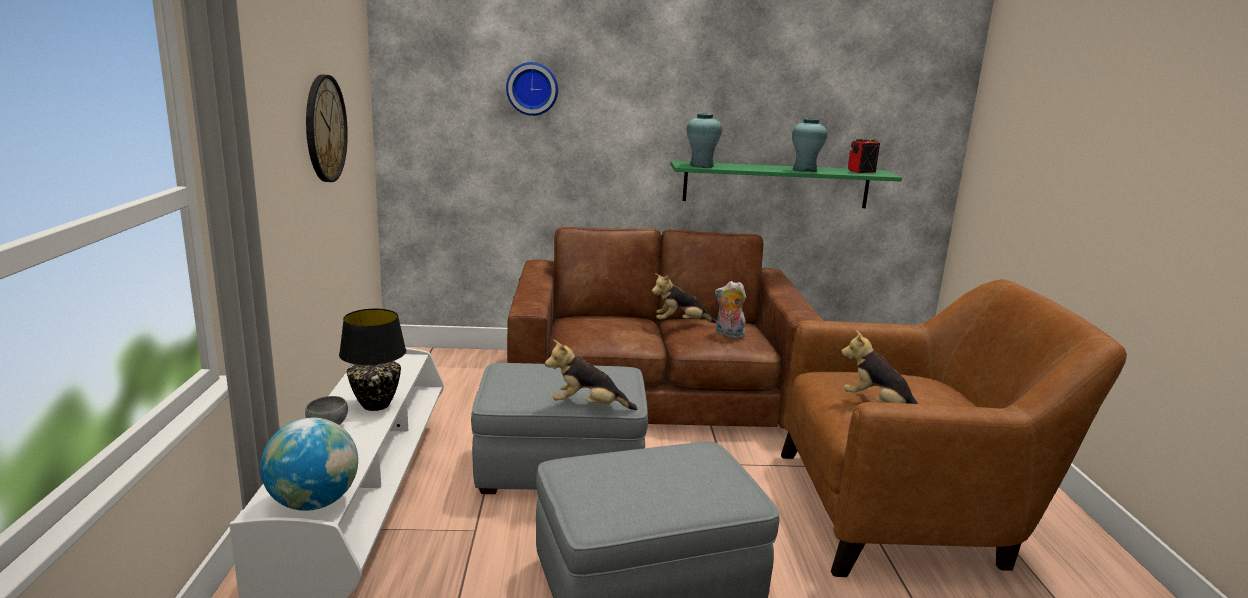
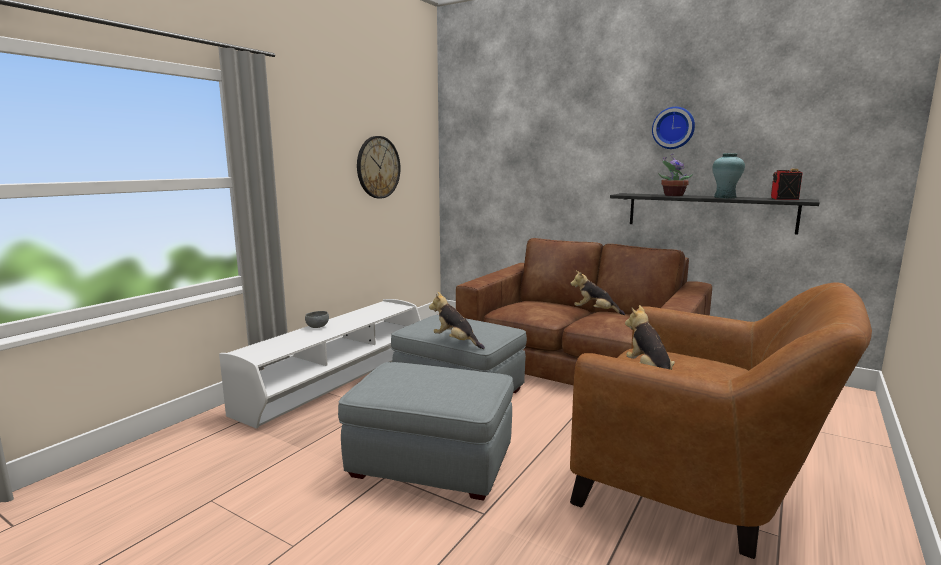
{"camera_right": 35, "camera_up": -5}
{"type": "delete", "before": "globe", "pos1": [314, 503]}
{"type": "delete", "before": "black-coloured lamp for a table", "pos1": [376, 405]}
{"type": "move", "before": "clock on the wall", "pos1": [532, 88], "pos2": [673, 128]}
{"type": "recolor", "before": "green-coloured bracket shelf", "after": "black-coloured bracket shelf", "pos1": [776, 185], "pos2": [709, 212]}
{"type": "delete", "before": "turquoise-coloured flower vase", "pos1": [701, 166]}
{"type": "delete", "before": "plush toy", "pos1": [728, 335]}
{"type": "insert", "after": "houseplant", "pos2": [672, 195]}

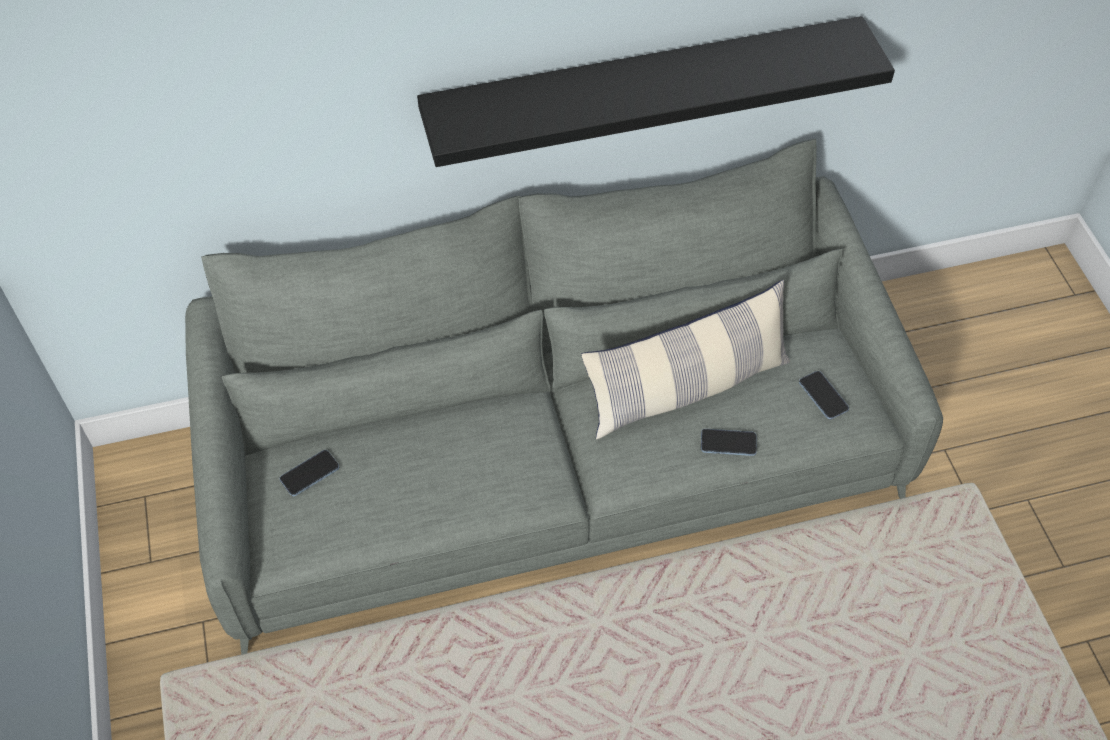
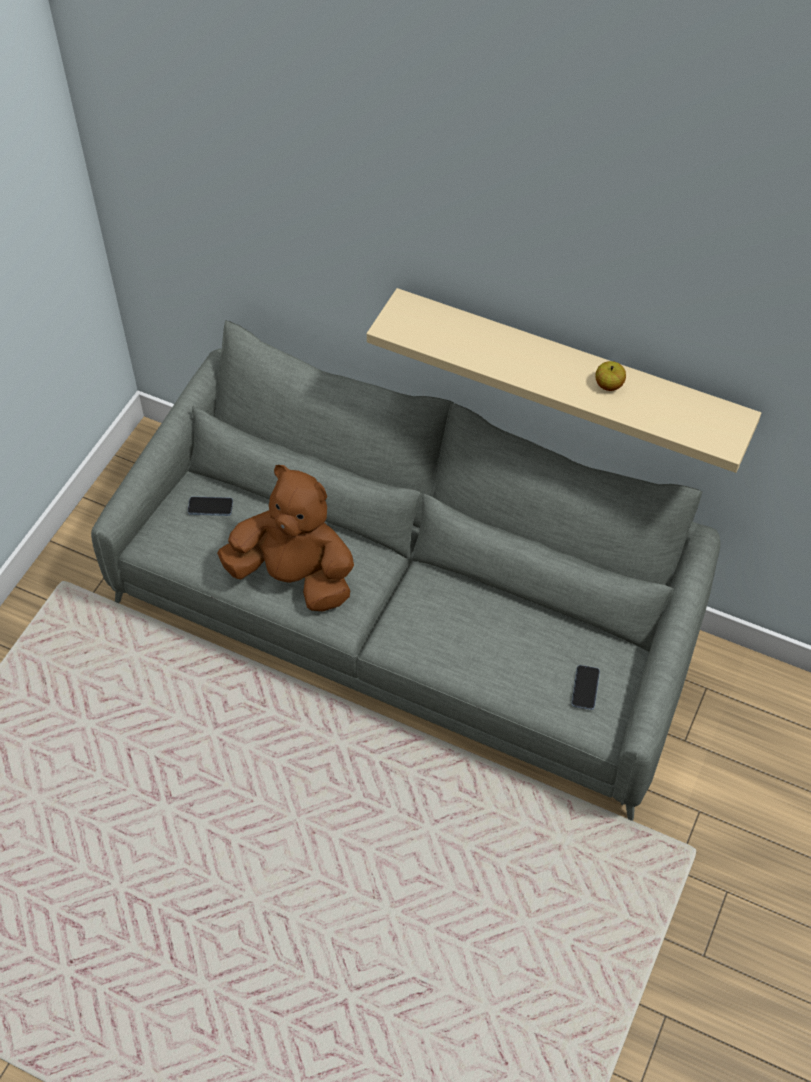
{"camera_right": 40, "camera_up": 0}
{"type": "recolor", "before": "black-coloured bracket shelf", "after": "beige bracket shelf", "pos1": [642, 89], "pos2": [569, 374]}
{"type": "delete", "before": "throw pillow", "pos1": [687, 388]}
{"type": "delete", "before": "handset", "pos1": [728, 443]}
{"type": "insert", "after": "brown-coloured plush toy", "pos2": [294, 577]}
{"type": "insert", "after": "apple fruit", "pos2": [609, 385]}

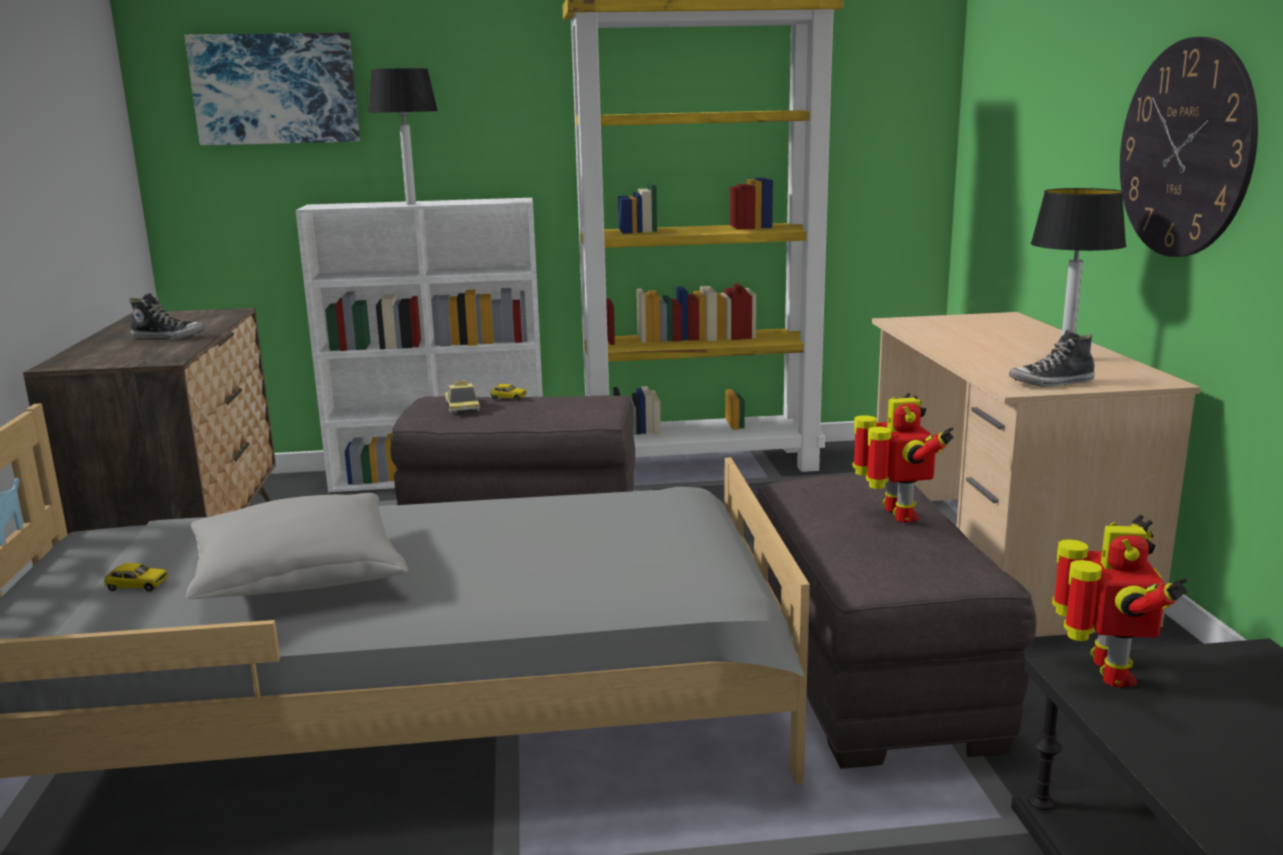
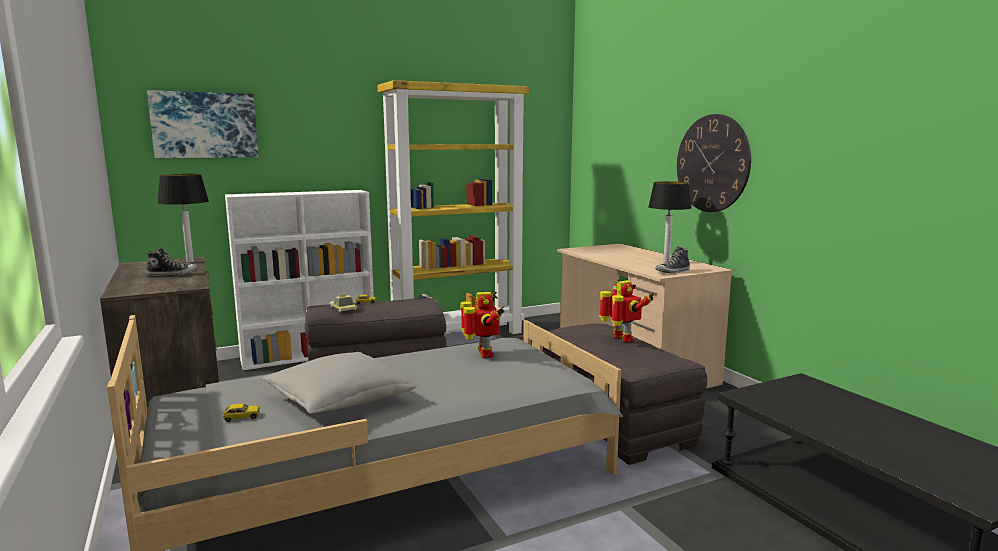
{"camera_right": -20, "camera_up": -5}
{"type": "move", "before": "lamp for a table", "pos1": [411, 203], "pos2": [190, 262]}
{"type": "move", "before": "toy robot", "pos1": [1107, 673], "pos2": [484, 354]}

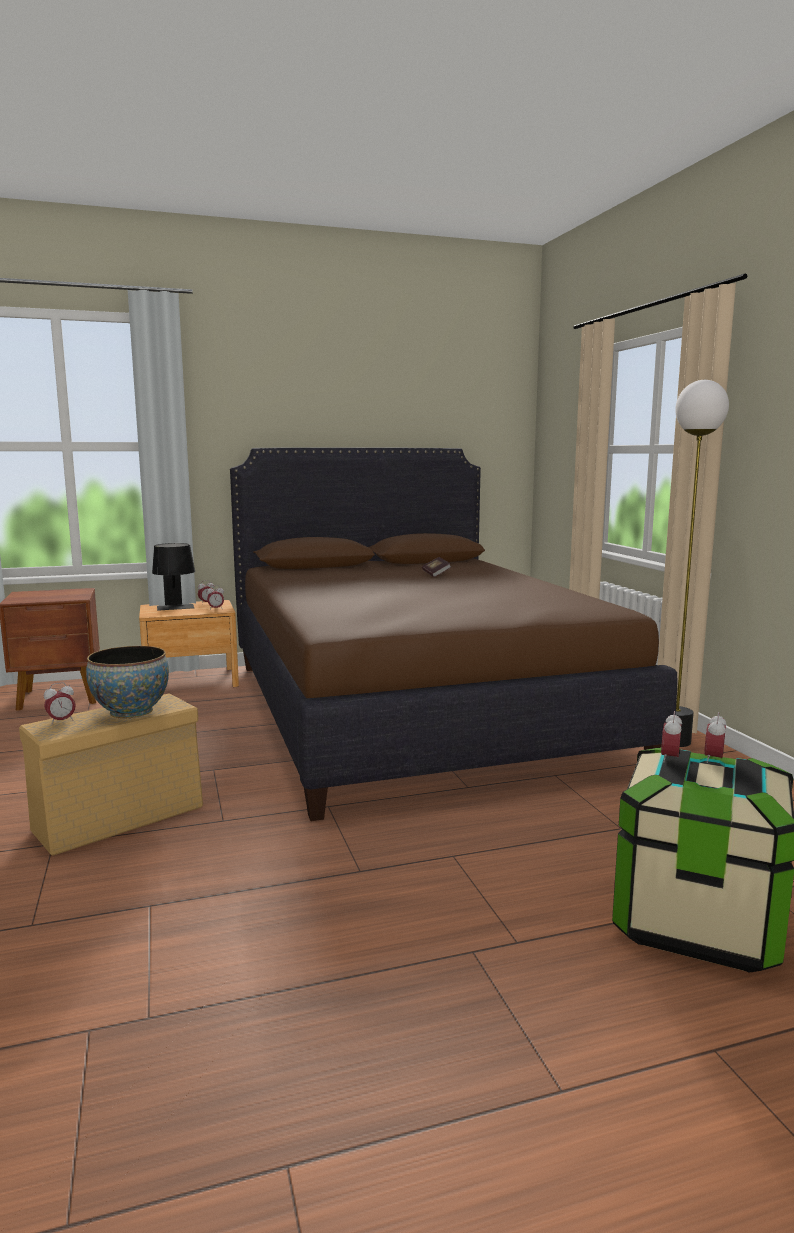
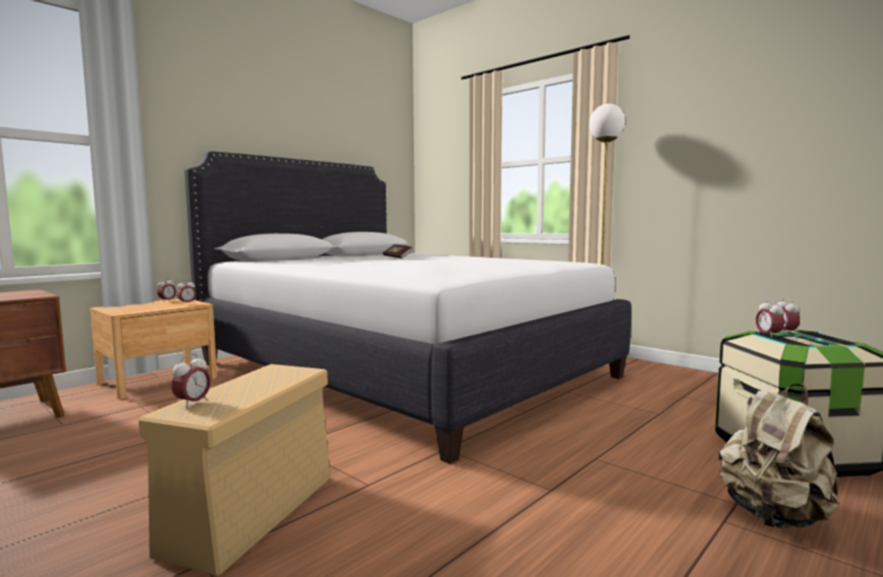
{"camera_right": -30, "camera_up": -5}
{"type": "delete", "before": "deep dish", "pos1": [131, 712]}
{"type": "delete", "before": "black-coloured lamp for a table", "pos1": [176, 608]}
{"type": "recolor", "before": "brown-coloured bedroom bed", "after": "white-coloured bedroom bed", "pos1": [412, 709], "pos2": [401, 370]}
{"type": "insert", "after": "beige knapsack", "pos2": [775, 516]}

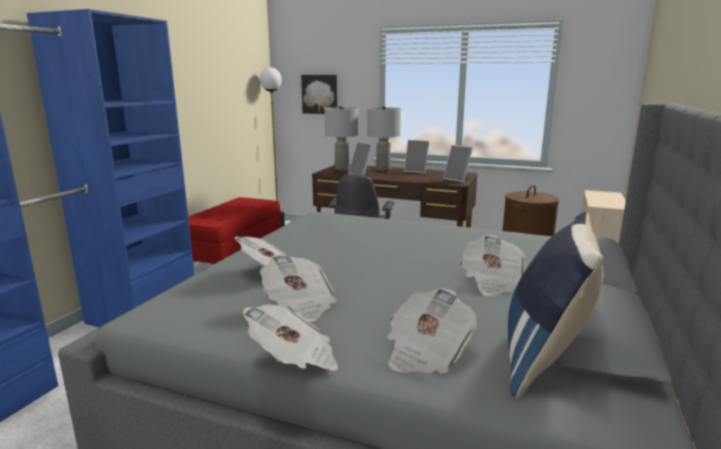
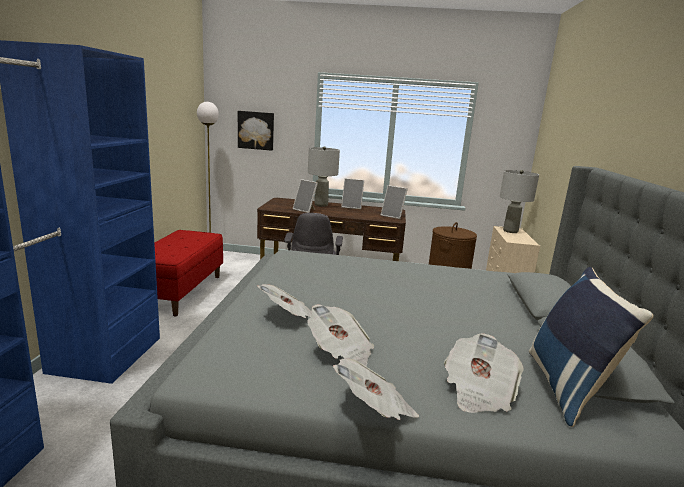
{"camera_right": -15, "camera_up": 0}
{"type": "move", "before": "grey lamp for a table", "pos1": [341, 169], "pos2": [510, 231]}
{"type": "delete", "before": "daily paper", "pos1": [492, 282]}

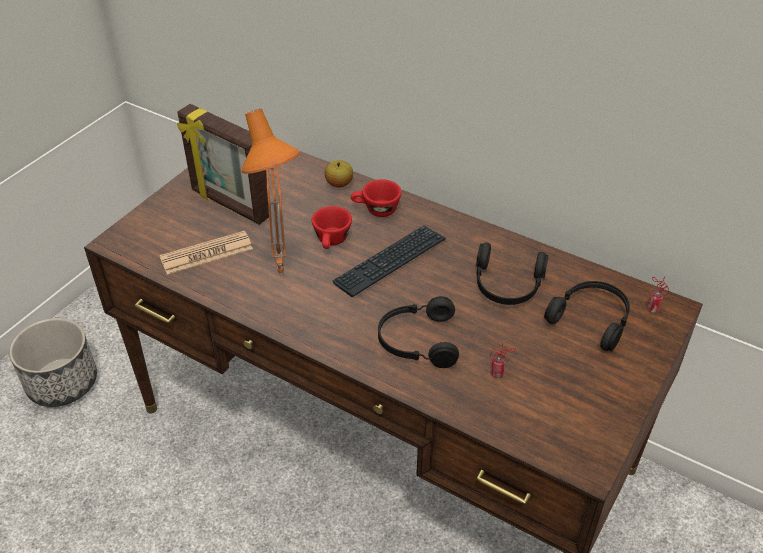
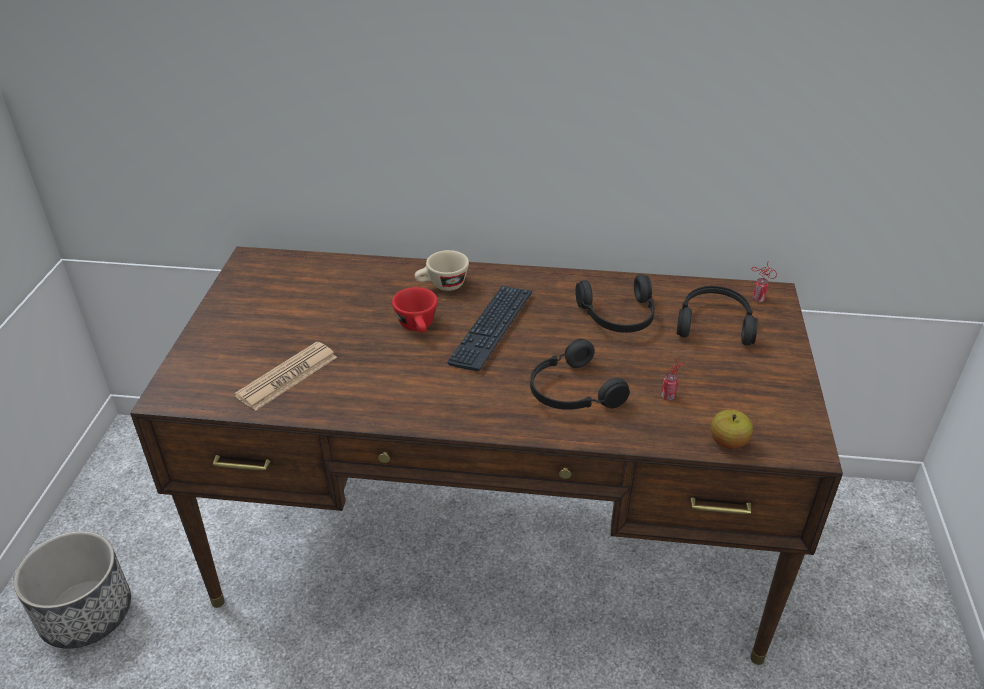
{"camera_right": -25, "camera_up": -5}
{"type": "delete", "before": "photo frame", "pos1": [229, 204]}
{"type": "delete", "before": "orange-coloured lamp for a table", "pos1": [285, 274]}
{"type": "move", "before": "apple fruit", "pos1": [339, 184], "pos2": [728, 442]}
{"type": "recolor", "before": "reddish cup", "after": "beige cup", "pos1": [376, 210], "pos2": [442, 285]}

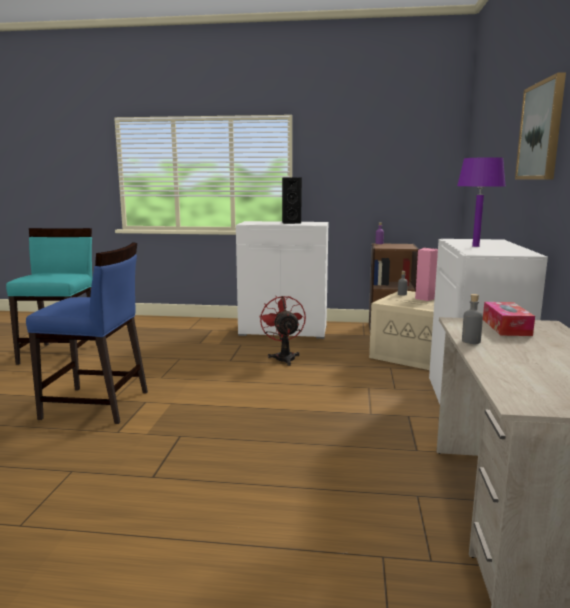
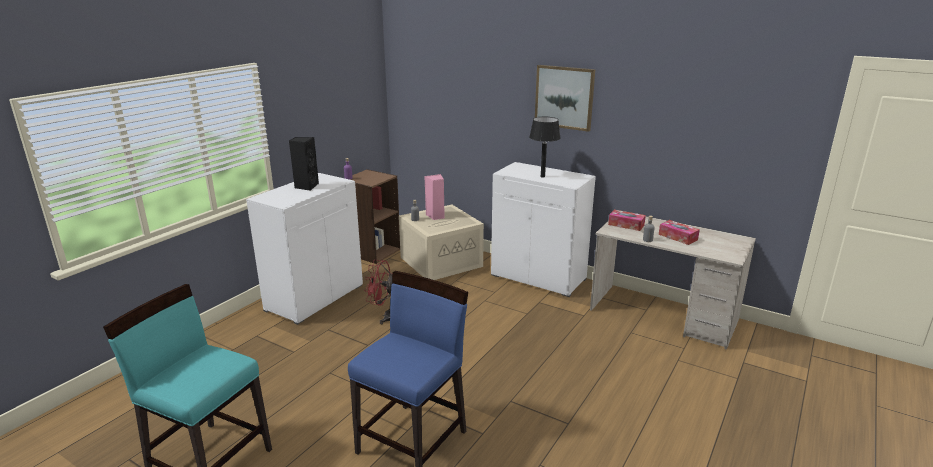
{"camera_right": -65, "camera_up": 10}
{"type": "recolor", "before": "purplish lamp for a table", "after": "black-coloured lamp for a table", "pos1": [475, 246], "pos2": [542, 176]}
{"type": "insert", "after": "box of tissues", "pos2": [678, 237]}

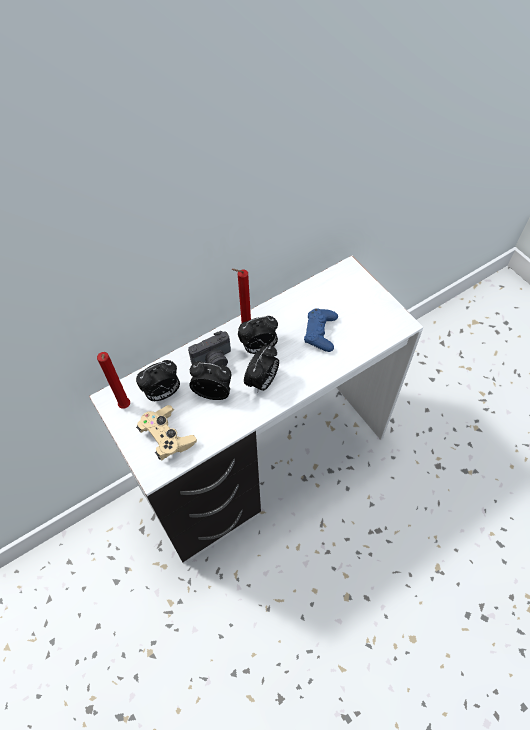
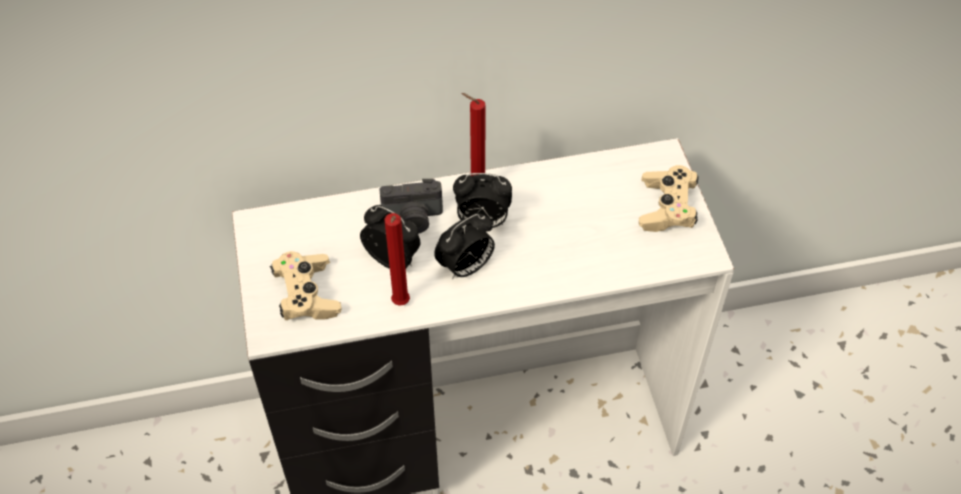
{"camera_right": 20, "camera_up": -5}
{"type": "move", "before": "reddish candle", "pos1": [125, 407], "pos2": [400, 305]}
{"type": "delete", "before": "bedside clock", "pos1": [162, 393]}
{"type": "delete", "before": "blue-coloured gamepad", "pos1": [320, 333]}
{"type": "insert", "after": "beige gamepad", "pos2": [667, 208]}

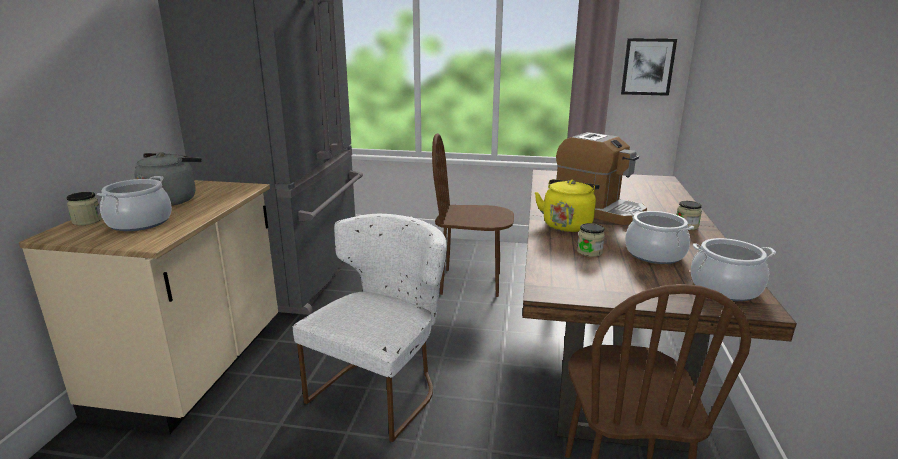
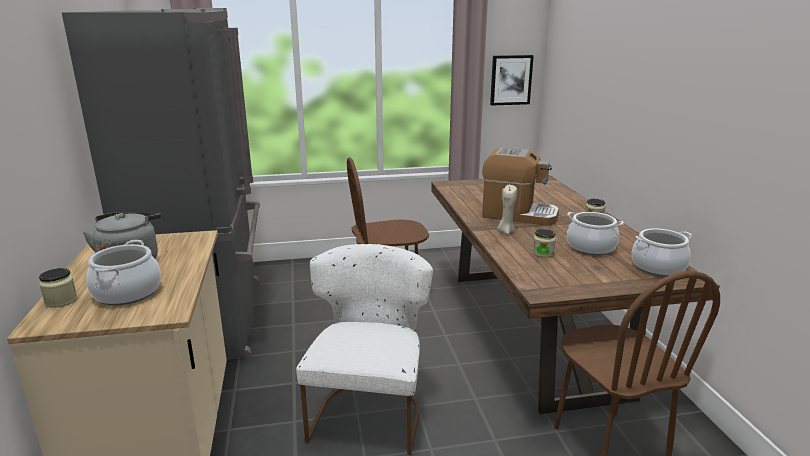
{"camera_right": -20, "camera_up": 0}
{"type": "replace", "before": "yellow-coloured tea kettle", "after": "beige candle", "pos1": [567, 224], "pos2": [506, 231]}

